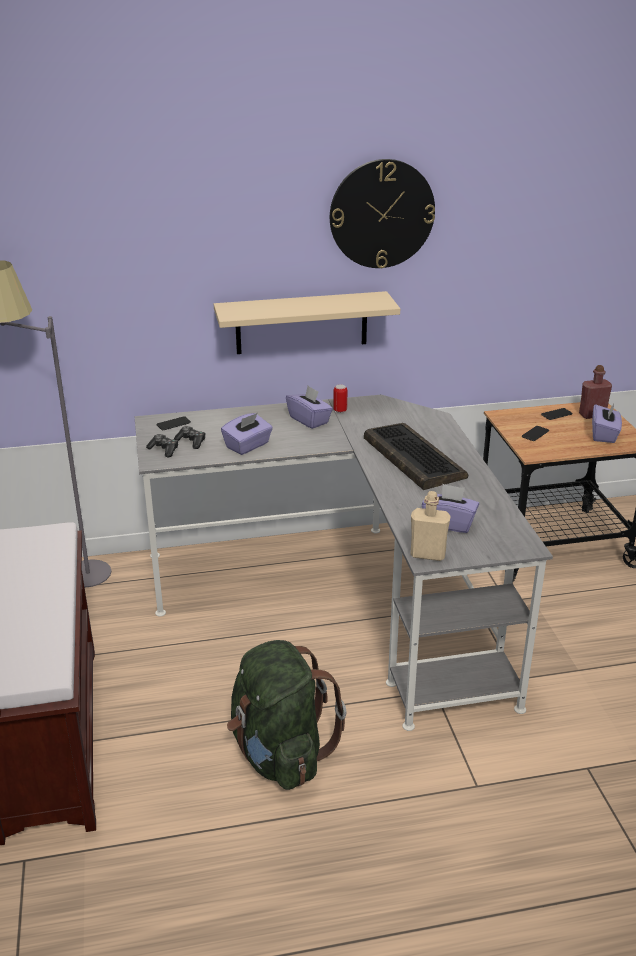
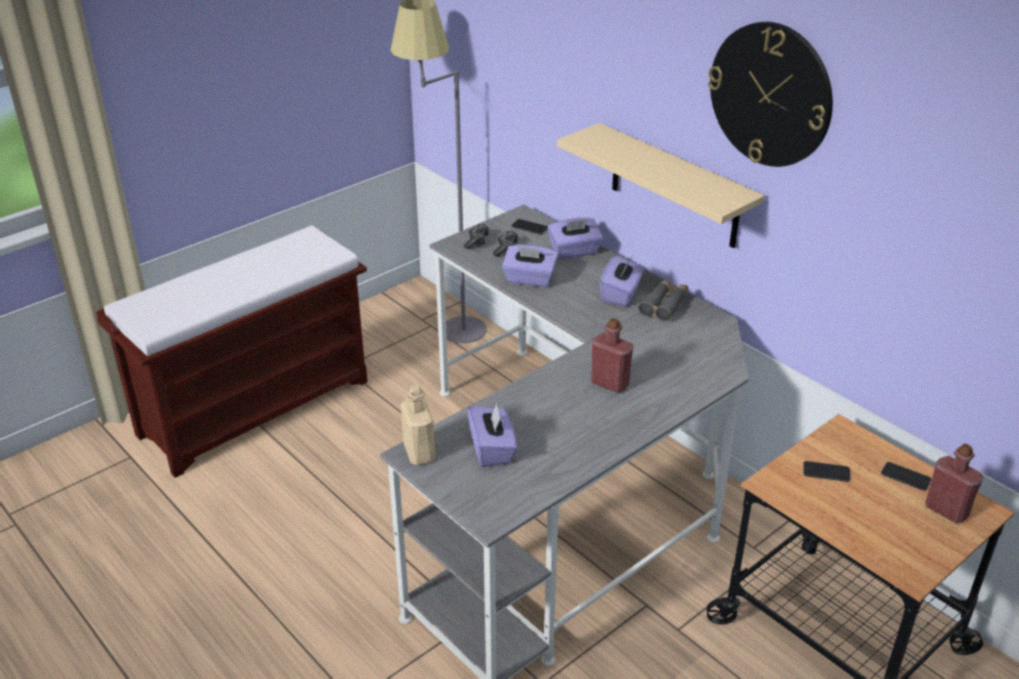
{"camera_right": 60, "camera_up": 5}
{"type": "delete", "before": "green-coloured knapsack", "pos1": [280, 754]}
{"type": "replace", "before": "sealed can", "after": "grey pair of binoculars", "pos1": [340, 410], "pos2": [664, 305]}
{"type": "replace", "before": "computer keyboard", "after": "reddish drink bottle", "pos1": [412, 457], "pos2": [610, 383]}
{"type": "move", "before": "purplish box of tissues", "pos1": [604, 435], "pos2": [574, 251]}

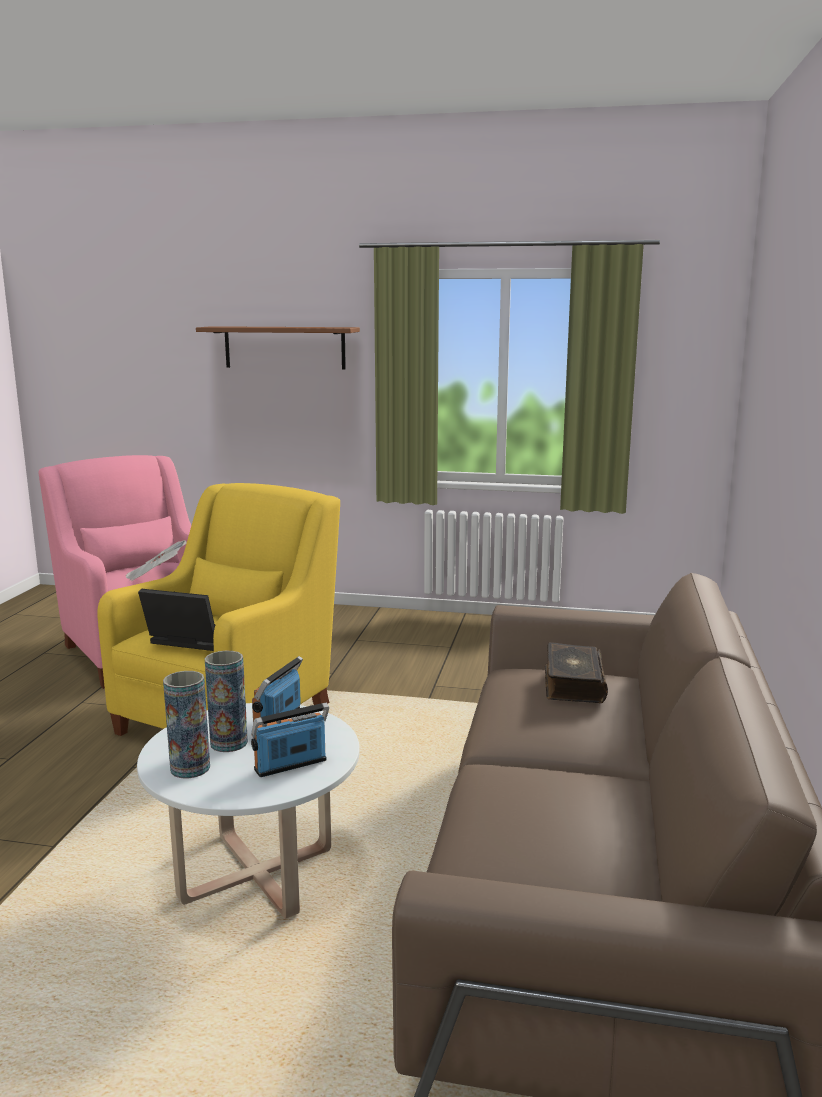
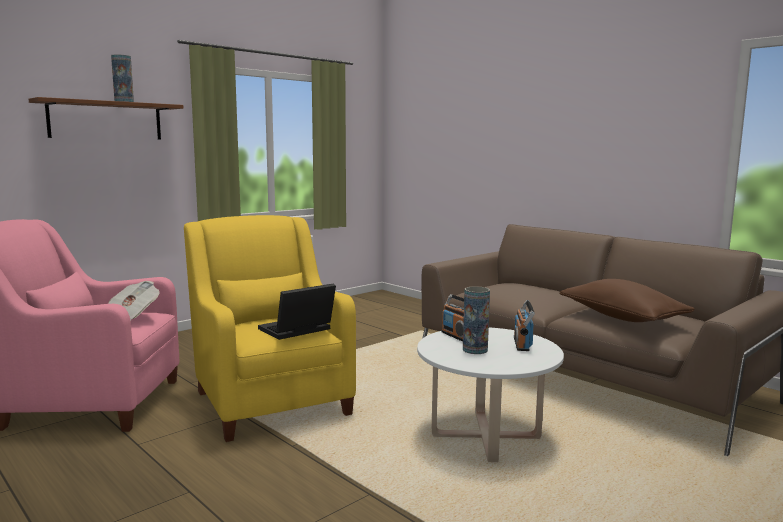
{"camera_right": -55, "camera_up": -5}
{"type": "move", "before": "flower vase", "pos1": [190, 768], "pos2": [124, 102]}
{"type": "delete", "before": "bound book", "pos1": [572, 684]}
{"type": "insert", "after": "brown-coloured throw pillow", "pos2": [622, 317]}

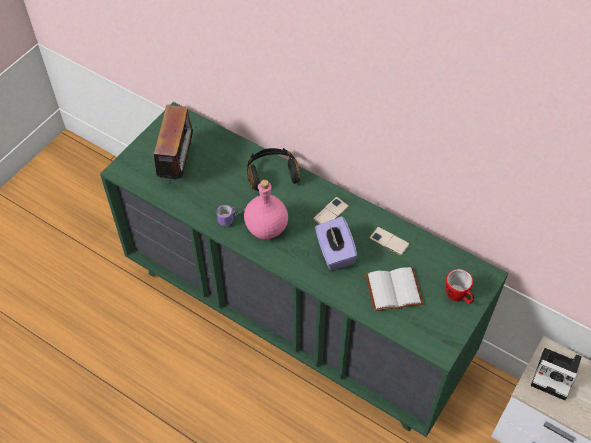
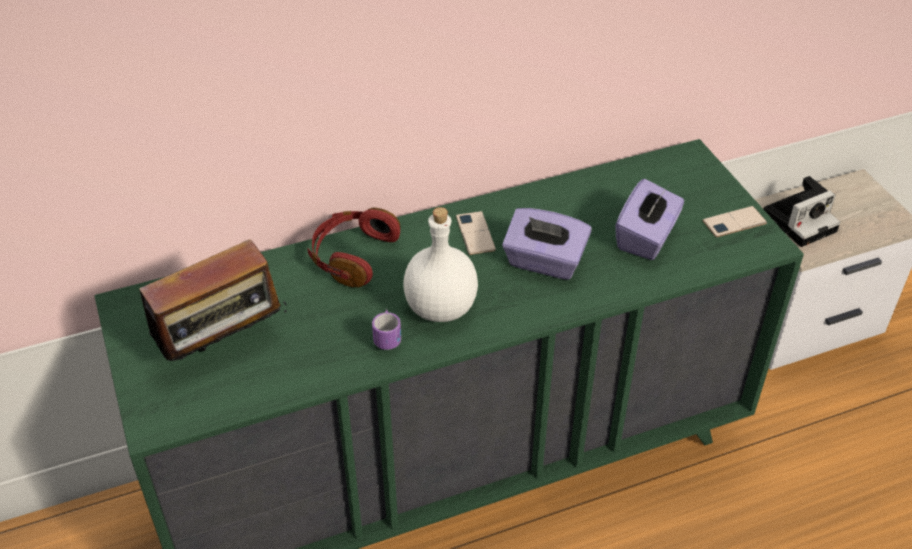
{"camera_right": -55, "camera_up": -10}
{"type": "rotate", "before": "radio", "pos1": [178, 164], "pos2": [224, 347], "turn": 105}
{"type": "recolor", "before": "pink-coloured drink bottle", "after": "white-coloured drink bottle", "pos1": [266, 229], "pos2": [442, 308]}
{"type": "recolor", "before": "black-coloured headset", "after": "reddish headset", "pos1": [272, 174], "pos2": [352, 256]}
{"type": "replace", "before": "white-coloured bound book", "after": "purplish box of tissues", "pos1": [394, 288], "pos2": [646, 237]}
{"type": "move", "before": "handset", "pos1": [389, 241], "pos2": [734, 222]}
{"type": "delete", "before": "tea mug", "pos1": [458, 296]}

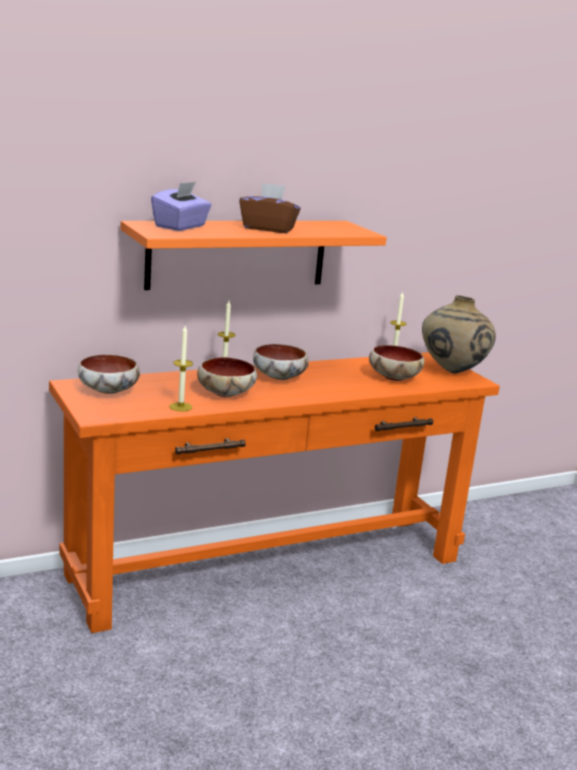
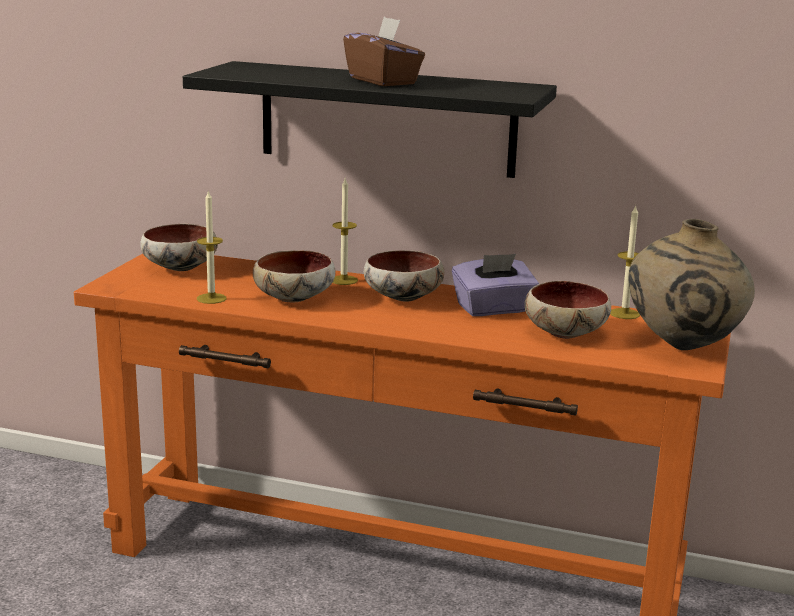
{"camera_right": 45, "camera_up": 0}
{"type": "recolor", "before": "orange-coloured bracket shelf", "after": "black-coloured bracket shelf", "pos1": [237, 253], "pos2": [386, 119]}
{"type": "move", "before": "purplish box of tissues", "pos1": [181, 226], "pos2": [493, 309]}

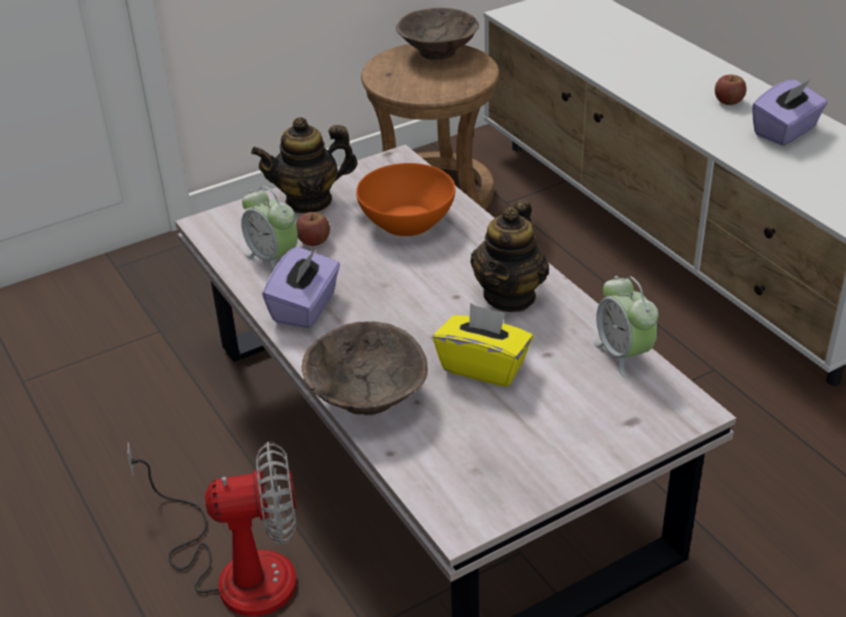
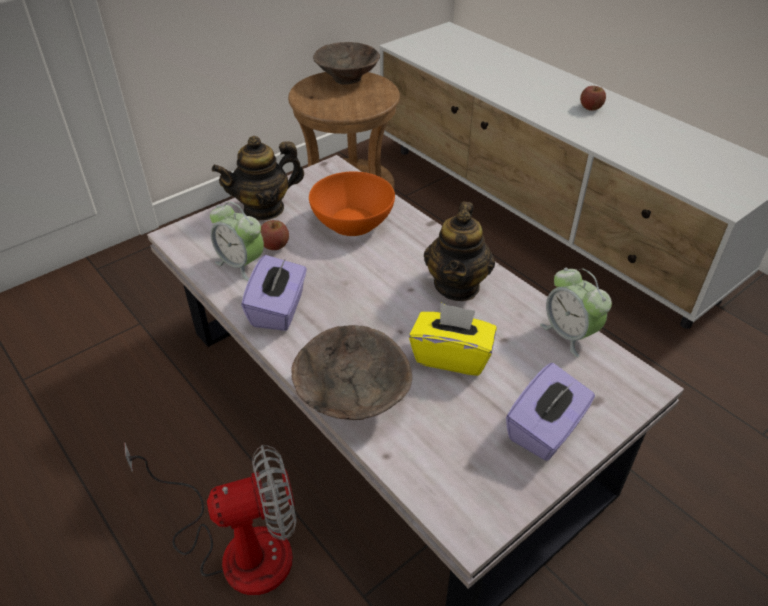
{"camera_right": -10, "camera_up": 5}
{"type": "move", "before": "purplish box of tissues", "pos1": [785, 131], "pos2": [545, 430]}

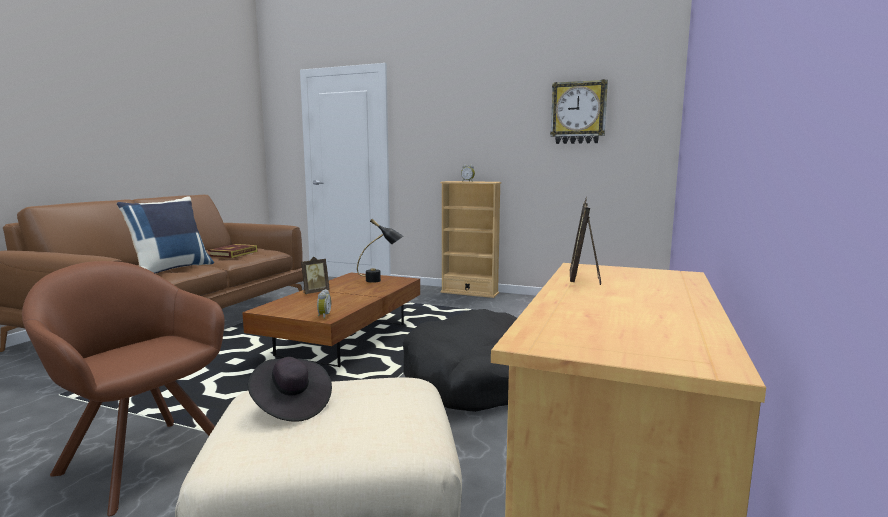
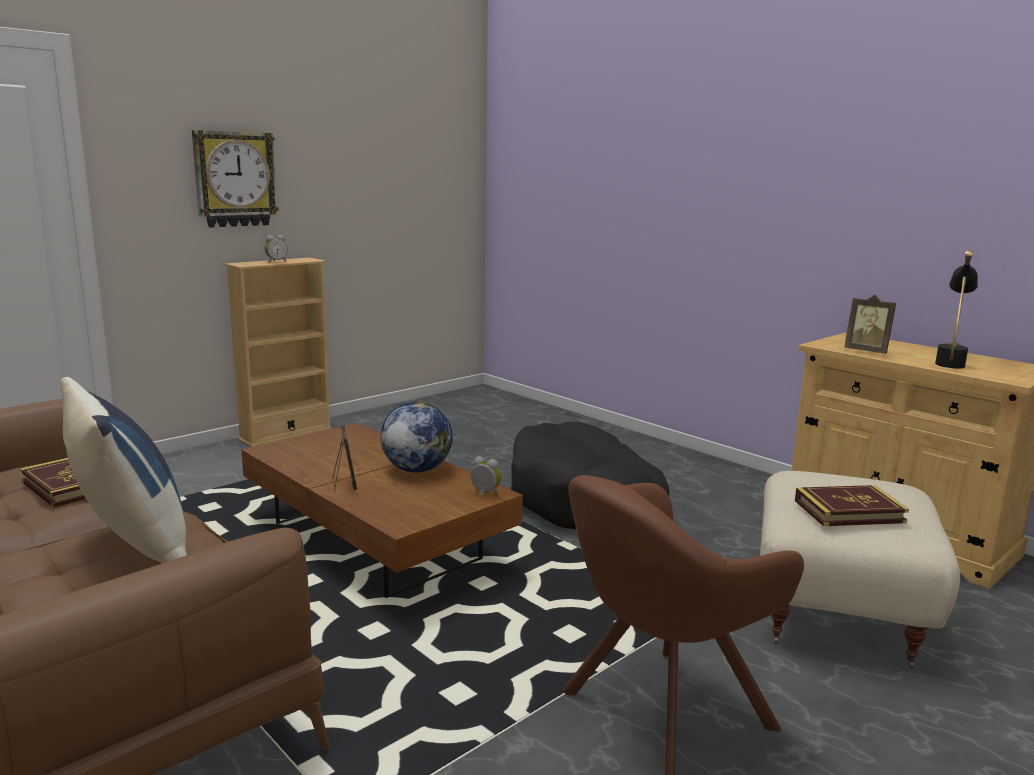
{"camera_right": -65, "camera_up": 5}
{"type": "replace", "before": "black-coloured clothing hat", "after": "bound book", "pos1": [290, 405], "pos2": [849, 511]}
{"type": "move", "before": "black-coloured lamp for a table", "pos1": [380, 281], "pos2": [950, 362]}
{"type": "move", "before": "clock on the wall", "pos1": [578, 113], "pos2": [234, 179]}
{"type": "insert", "after": "globe", "pos2": [416, 469]}

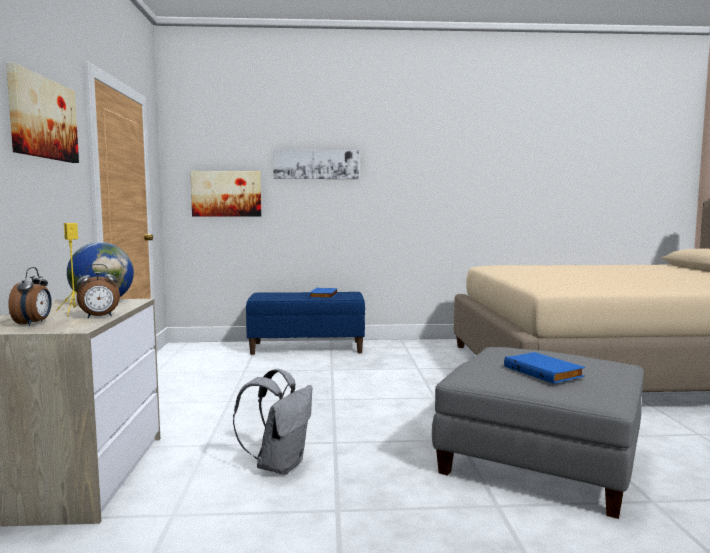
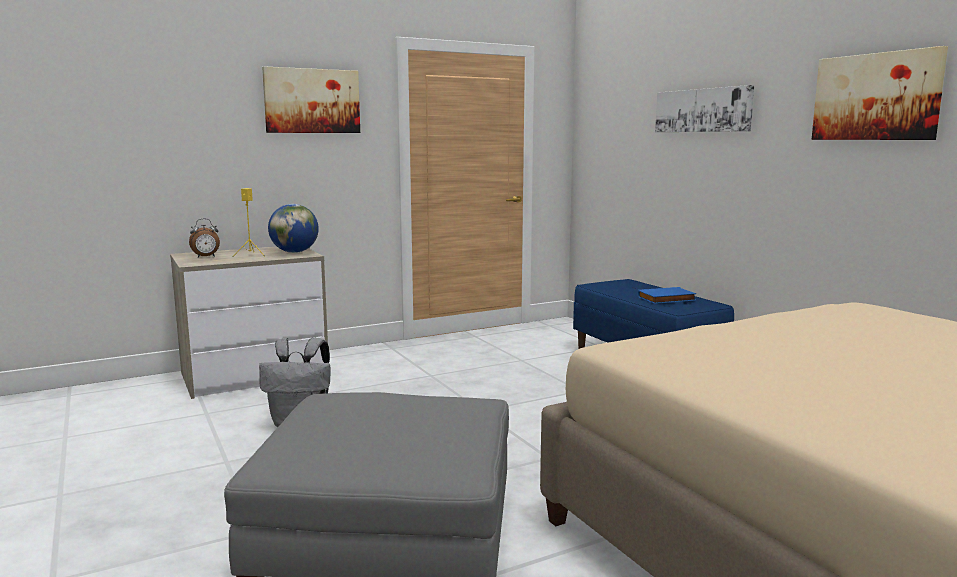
{"camera_right": 65, "camera_up": 5}
{"type": "delete", "before": "bedside clock", "pos1": [99, 317]}
{"type": "move", "before": "wall art", "pos1": [226, 193], "pos2": [876, 97]}
{"type": "delete", "before": "blue-coloured bound book", "pos1": [544, 371]}

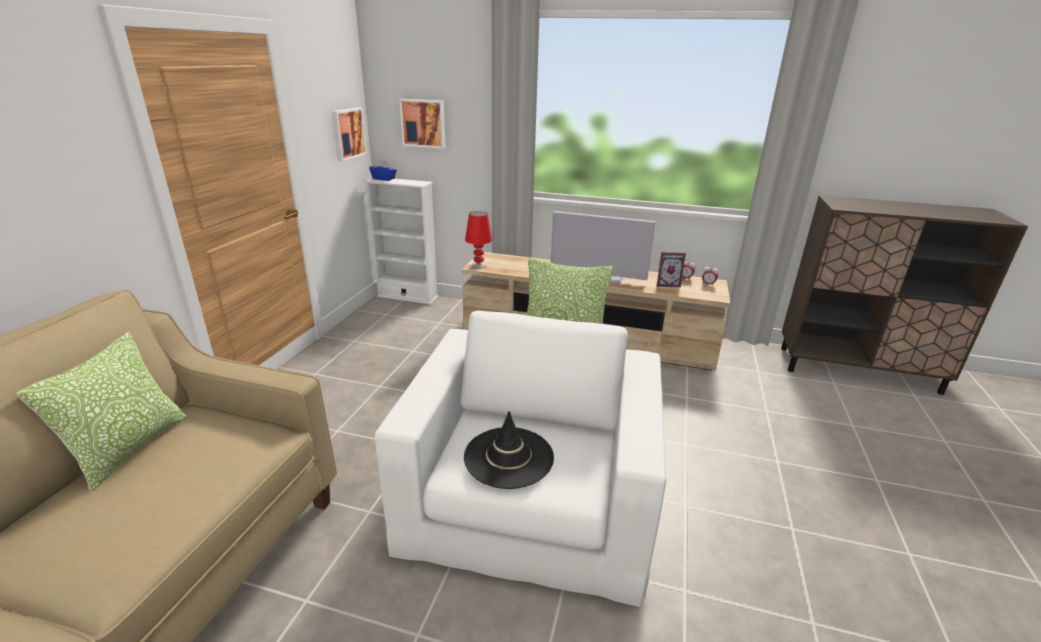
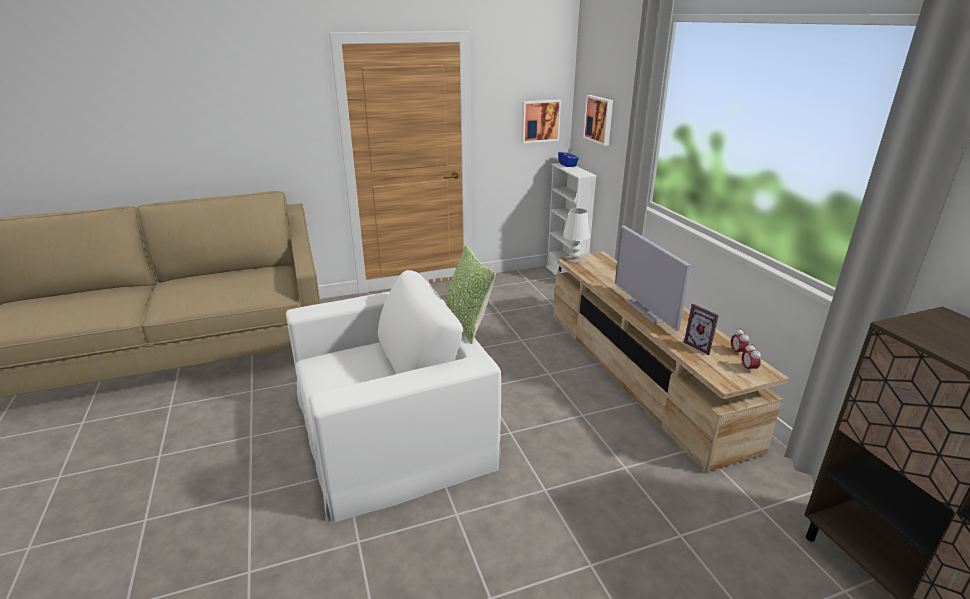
{"camera_right": 55, "camera_up": 0}
{"type": "delete", "before": "throw pillow", "pos1": [129, 448]}
{"type": "delete", "before": "black-coloured clothing hat", "pos1": [508, 457]}
{"type": "recolor", "before": "reddish lamp for a table", "after": "white-coloured lamp for a table", "pos1": [478, 265], "pos2": [574, 260]}

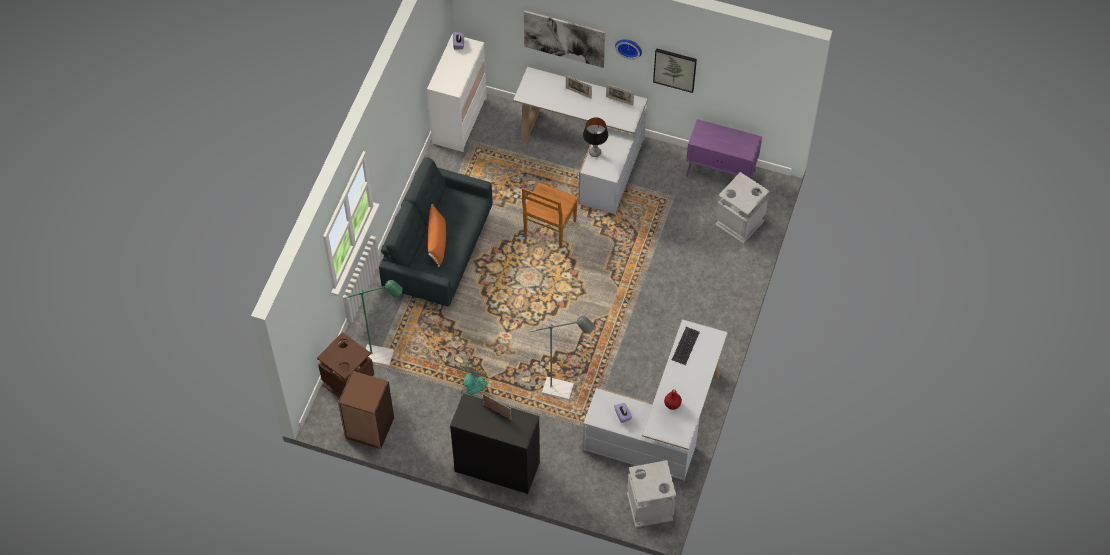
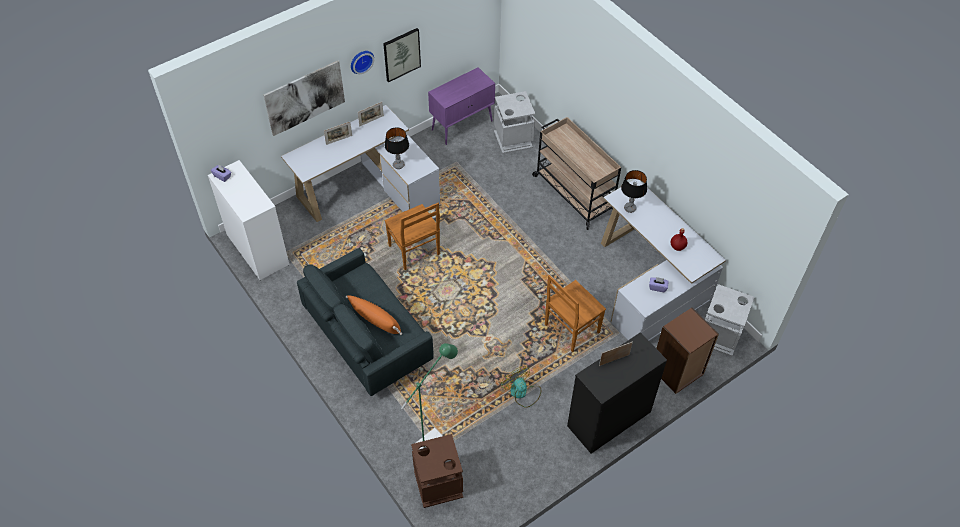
{"camera_right": -55, "camera_up": -5}
{"type": "move", "before": "brown-coloured bookcase", "pos1": [369, 428], "pos2": [677, 371]}
{"type": "replace", "before": "grey floor lamp", "after": "brown-coloured plain chair", "pos1": [563, 390], "pos2": [570, 329]}
{"type": "replace", "before": "computer keyboard", "after": "lamp for a table", "pos1": [686, 346], "pos2": [630, 208]}
{"type": "insert", "after": "beige wheeled cart", "pos2": [573, 193]}

